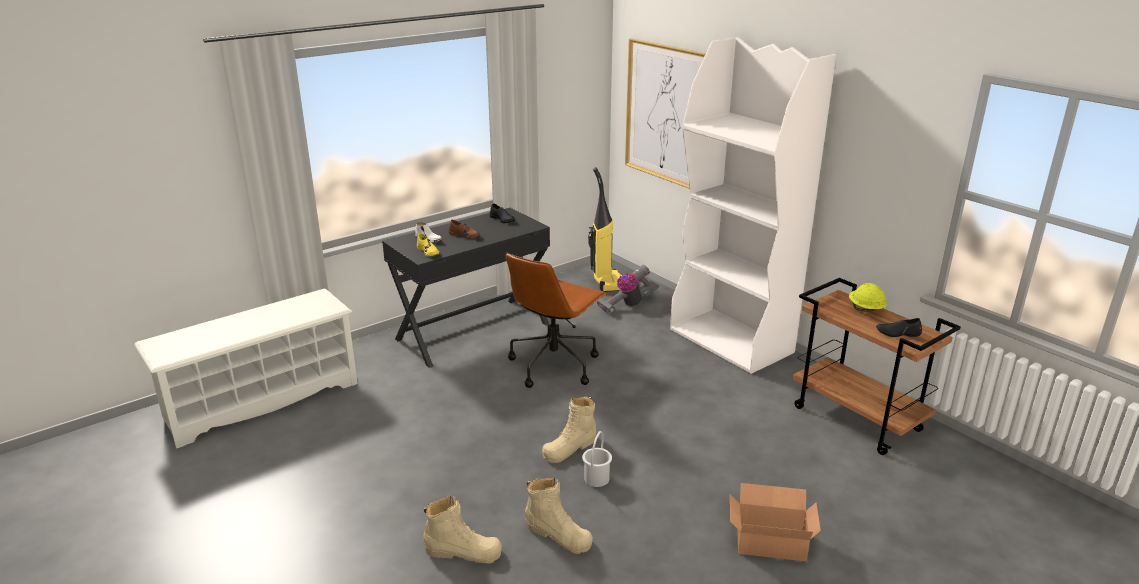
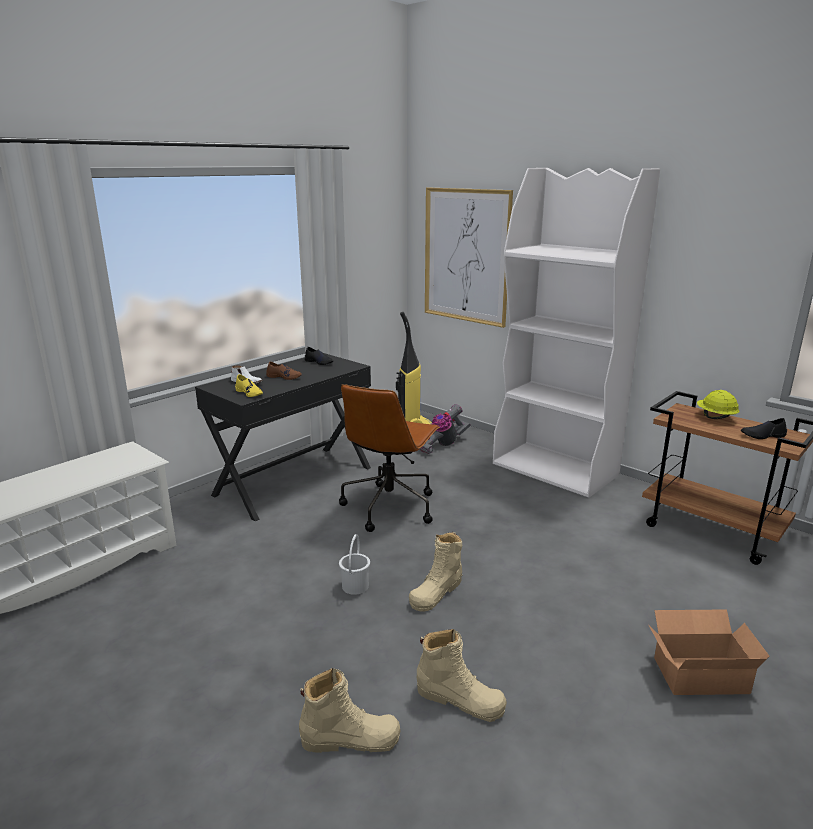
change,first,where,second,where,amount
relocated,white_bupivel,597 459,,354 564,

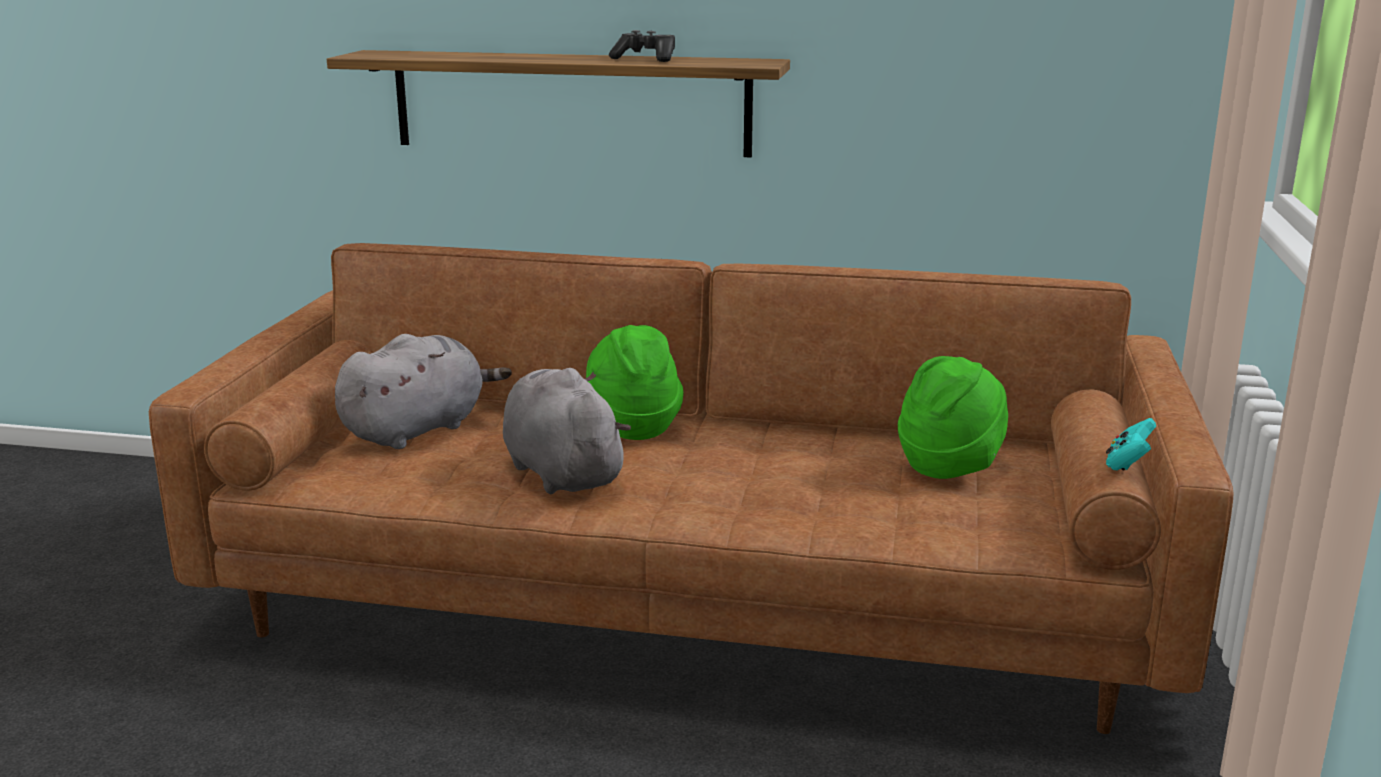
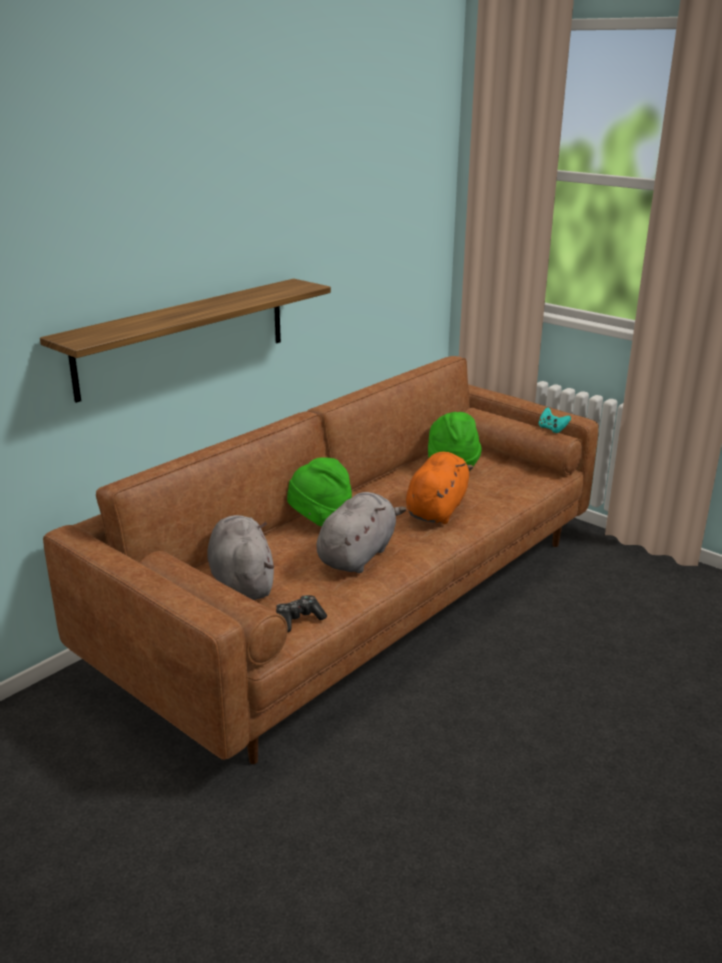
change,first,where,second,where,amount
spun,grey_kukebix,567 431,,361 532,120 degrees clockwise
relocated,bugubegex,642 46,,301 614,
appeared,,,orange_kukebix,439 488,

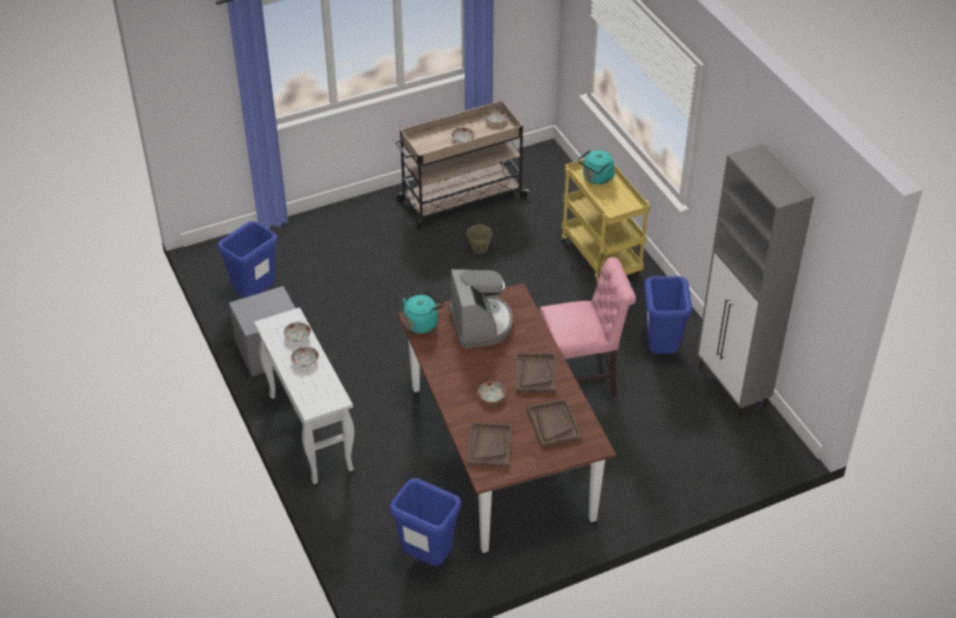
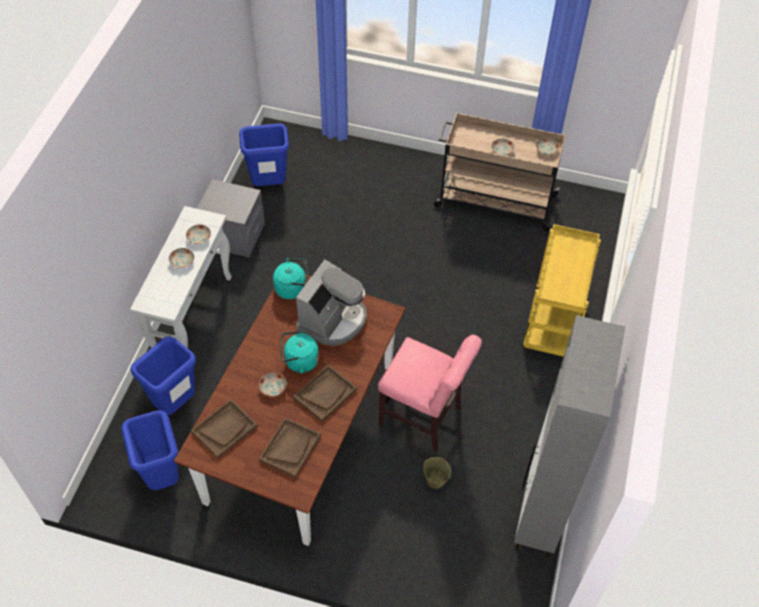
change,first,where,second,where,amount
relocated,beige_bupivel,479 236,,437 473,
relocated,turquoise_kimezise,597 167,,300 352,
relocated,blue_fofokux,668 315,,163 376,

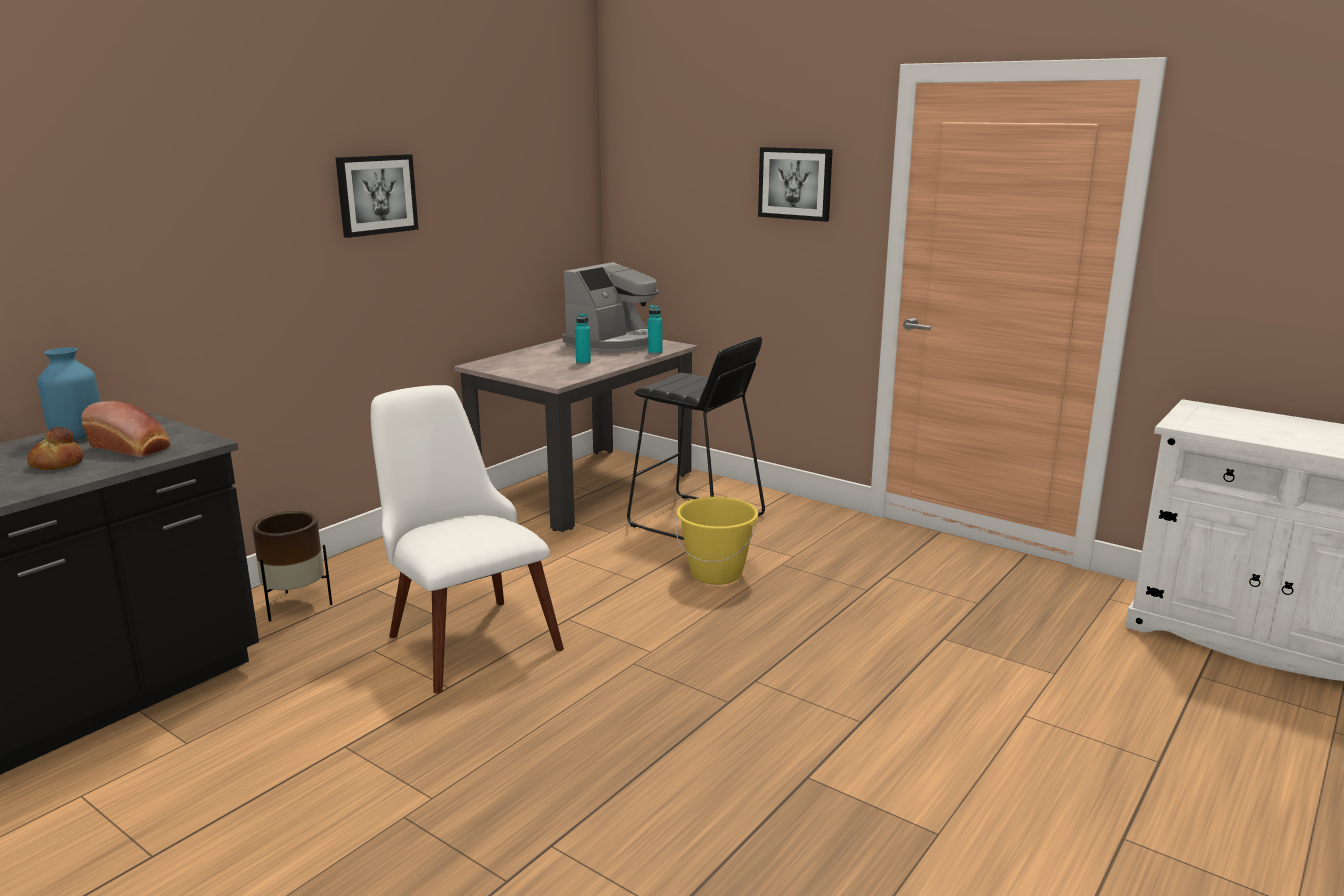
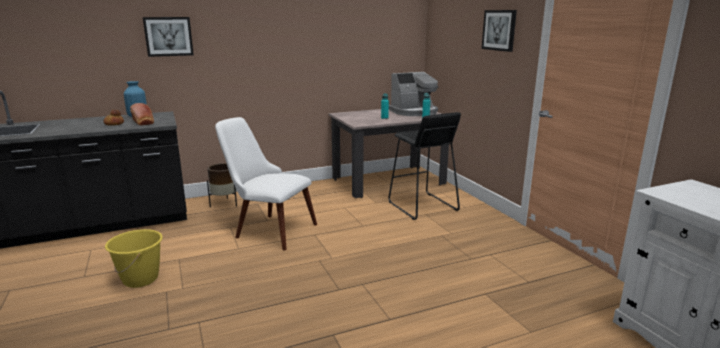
change,first,where,second,where,amount
relocated,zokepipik,377 196,,168 37,
spun,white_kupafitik,467 539,,266 183,60 degrees counterclockwise
relocated,yellow_bupivel,716 541,,134 258,

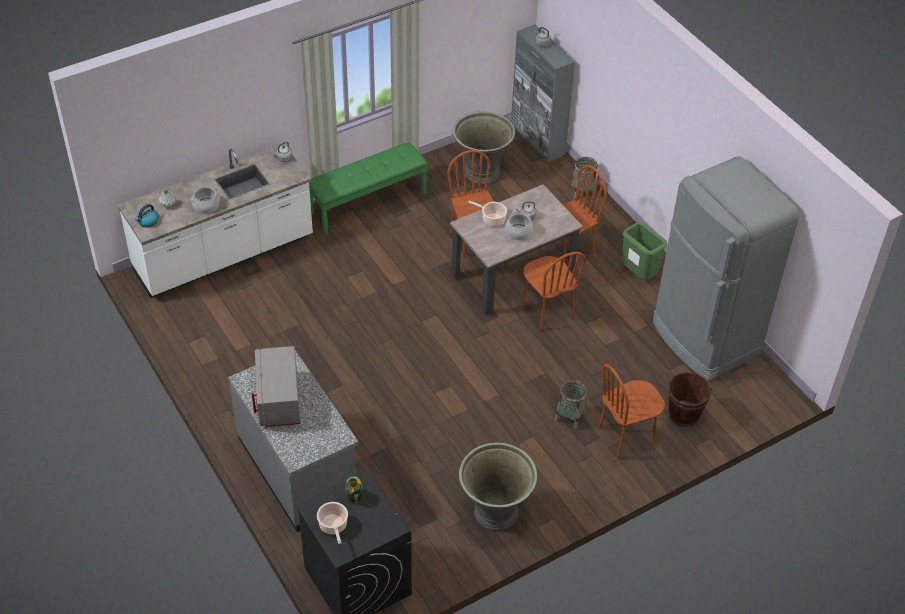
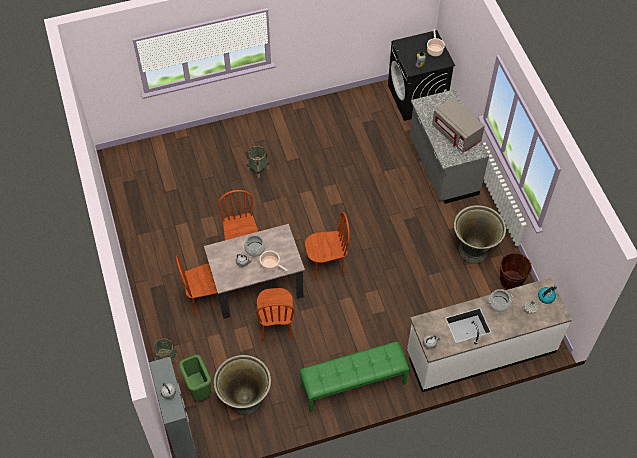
change,first,where,second,where,amount
spun,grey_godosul,276 386,,458 125,135 degrees clockwise
relocated,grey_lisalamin,498 486,,480 234,
relocated,brown_kupafitik,631 411,,327 246,
relocated,green_fofokux,644 251,,195 378,
missing,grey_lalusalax,726 268,,,
relocated,brown_bupivel,690 399,,516 271,

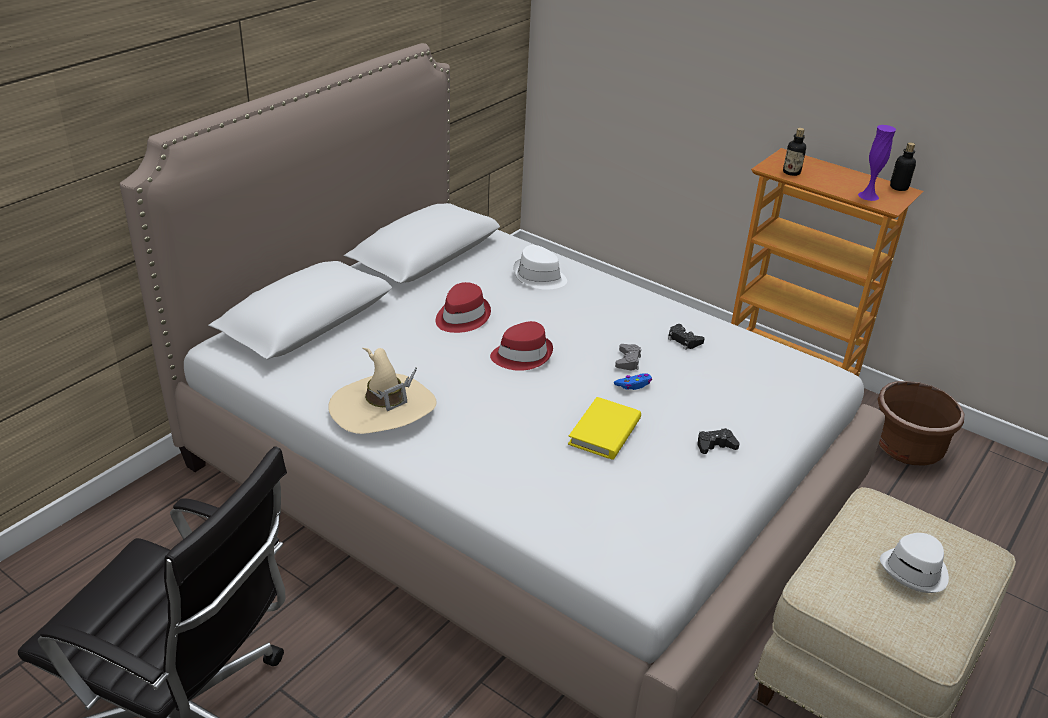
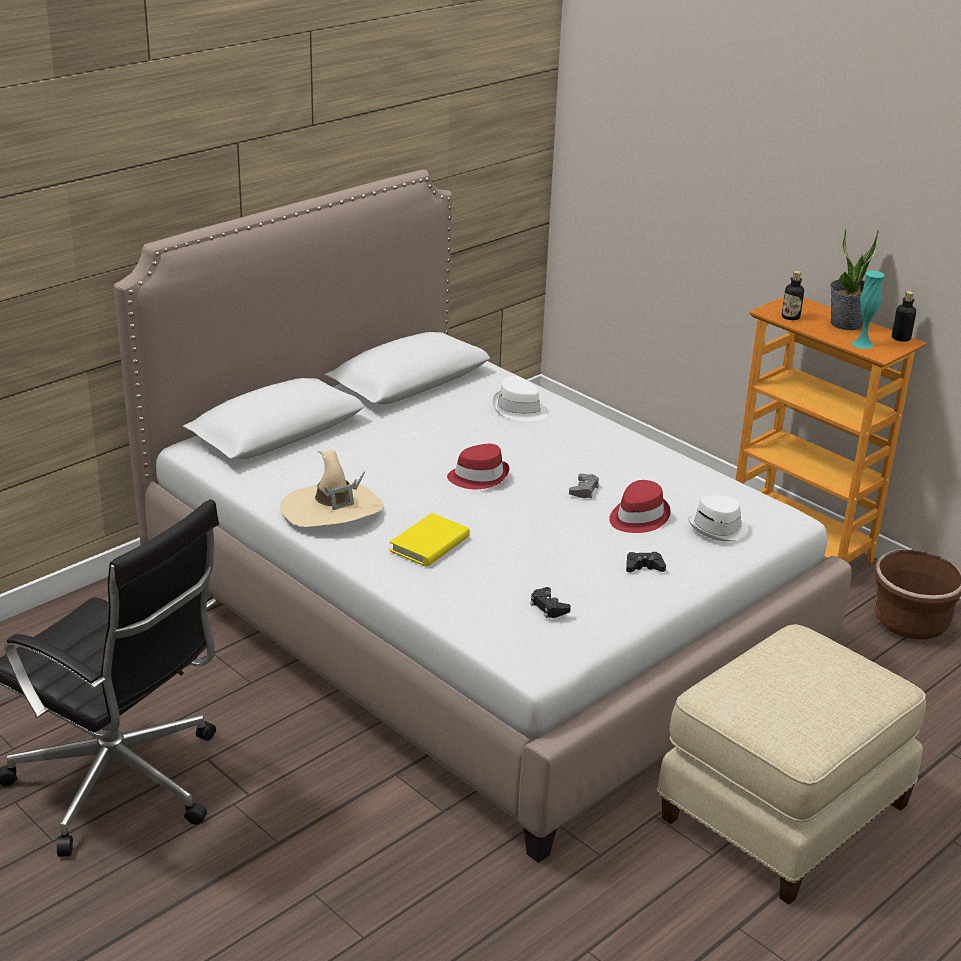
change,first,where,second,where,amount
relocated,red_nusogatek,463 307,,640 506,
relocated,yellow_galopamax,604 428,,430 540,
missing,blue_bugubegex,633 381,,,
relocated,black_bugubegex,686 337,,550 602,
colour,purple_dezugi,877 163,turquoise_dezugi,868 310,
relocated,white_nusogatek,914 563,,718 518,
appeared,,,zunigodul,854 279,

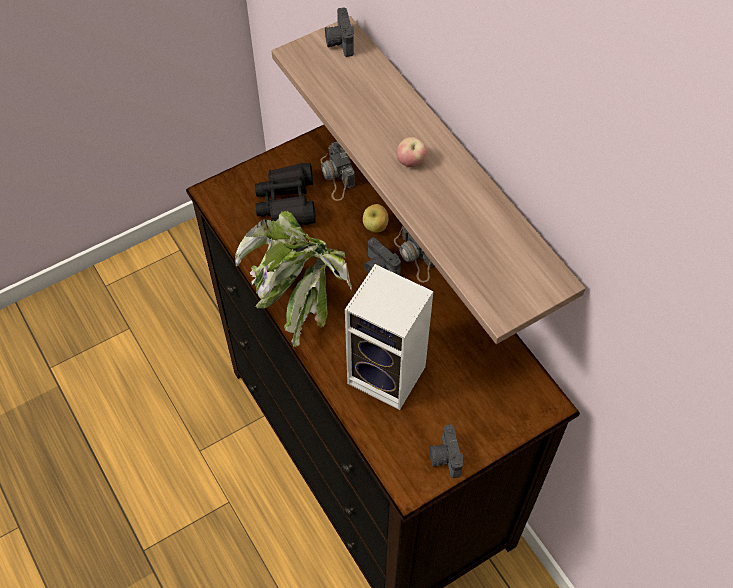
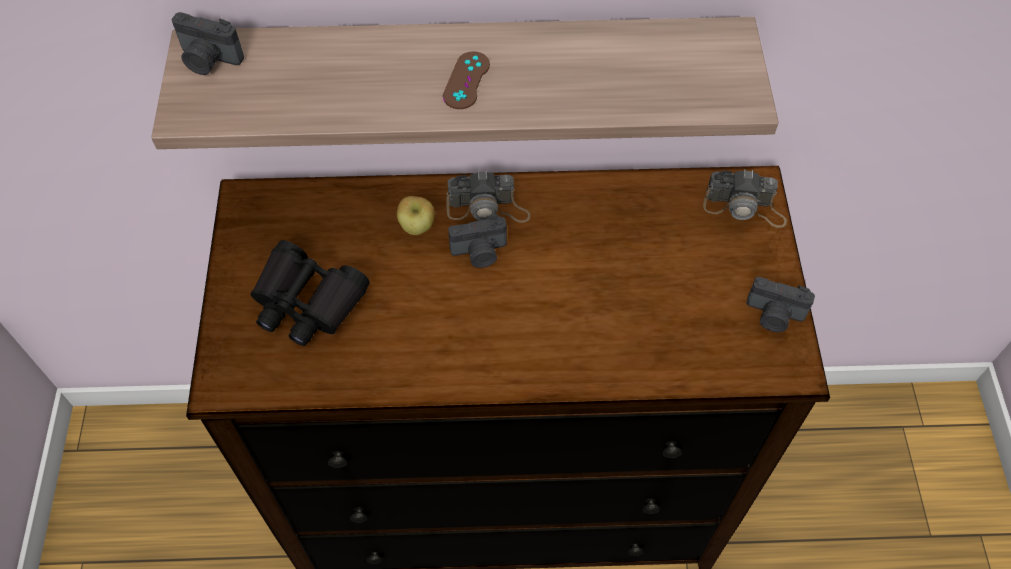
change,first,where,second,where,amount
missing,zunigodul,293 279,,,
relocated,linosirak,338 171,,745 198,
missing,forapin,389 337,,,
exchanged,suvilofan,411 152,brown_bugubegex,466 80,

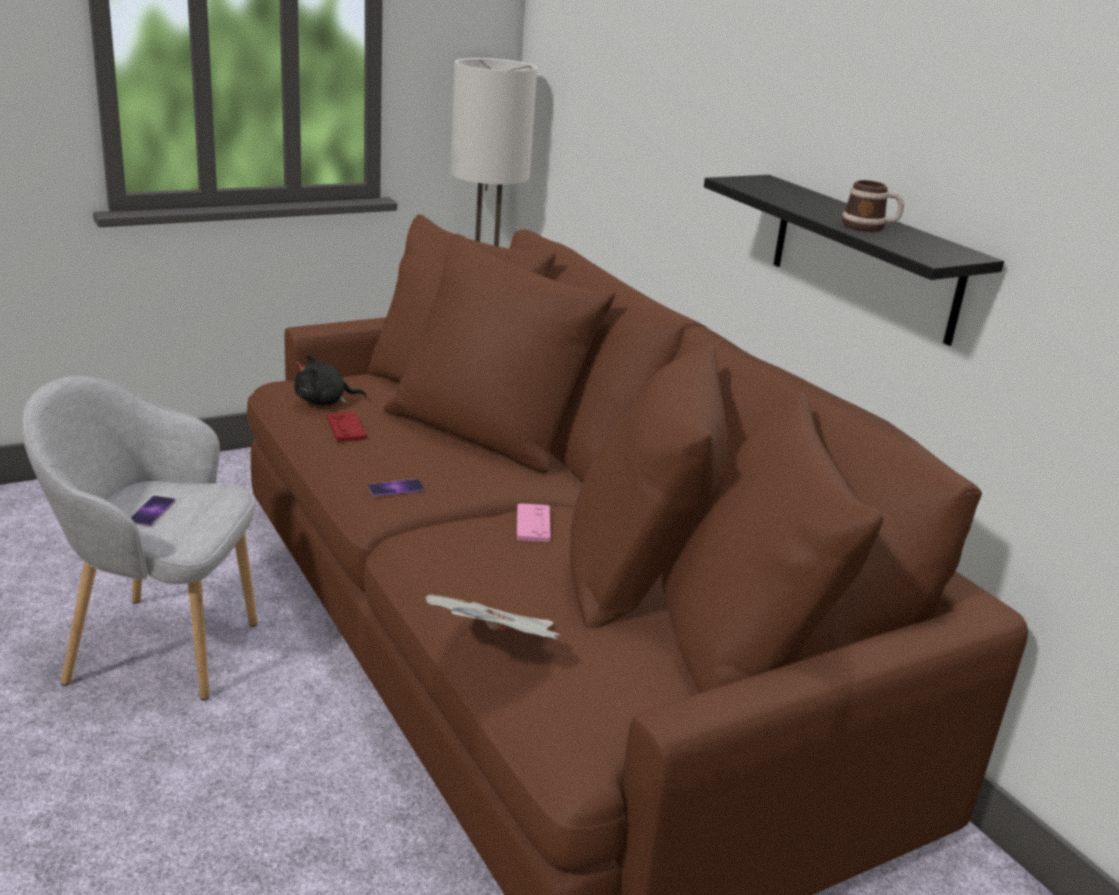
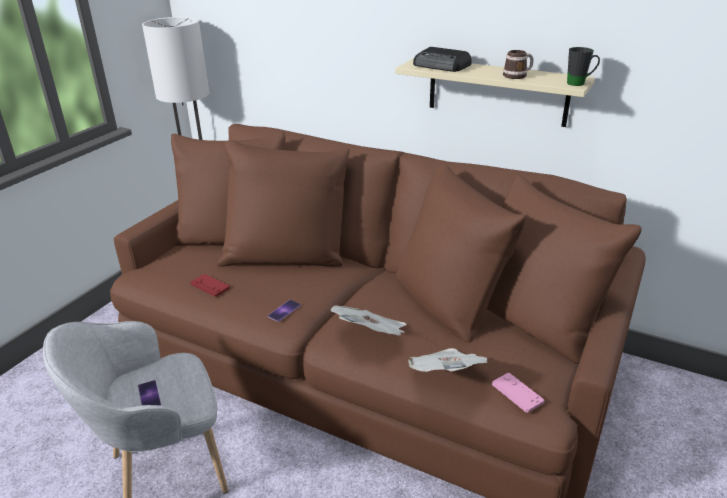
change,first,where,second,where,amount
missing,black_kukebix,330 380,,,
relocated,pink_bugubegex,534 522,,518 393,
colour,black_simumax,854 260,beige_simumax,495 92,
appeared,,,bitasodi,368 321,
appeared,,,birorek,442 59,
appeared,,,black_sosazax,583 66,

